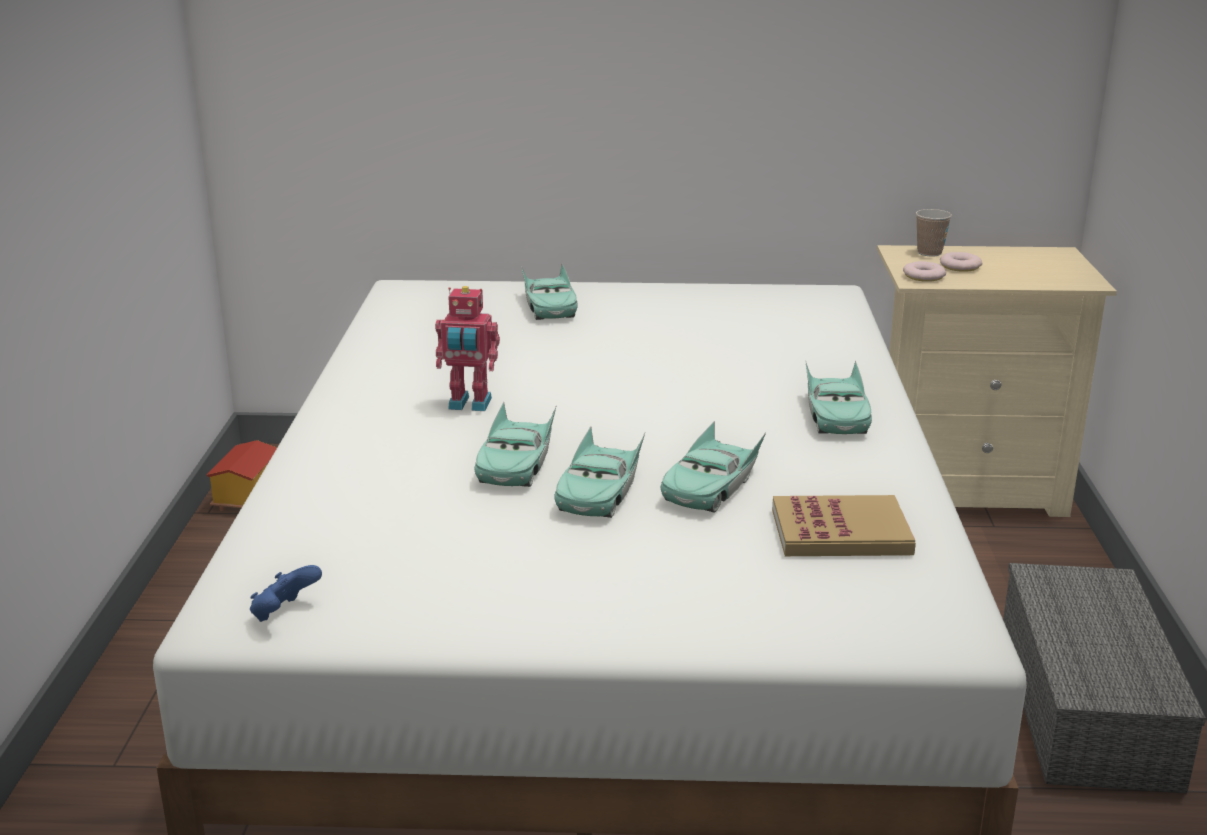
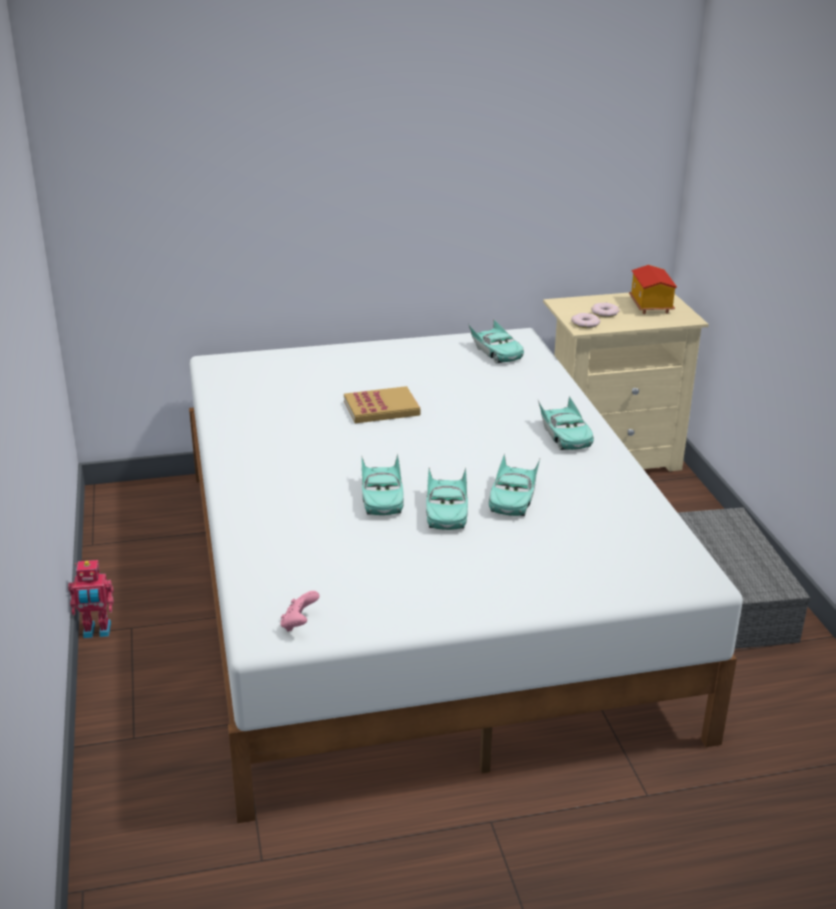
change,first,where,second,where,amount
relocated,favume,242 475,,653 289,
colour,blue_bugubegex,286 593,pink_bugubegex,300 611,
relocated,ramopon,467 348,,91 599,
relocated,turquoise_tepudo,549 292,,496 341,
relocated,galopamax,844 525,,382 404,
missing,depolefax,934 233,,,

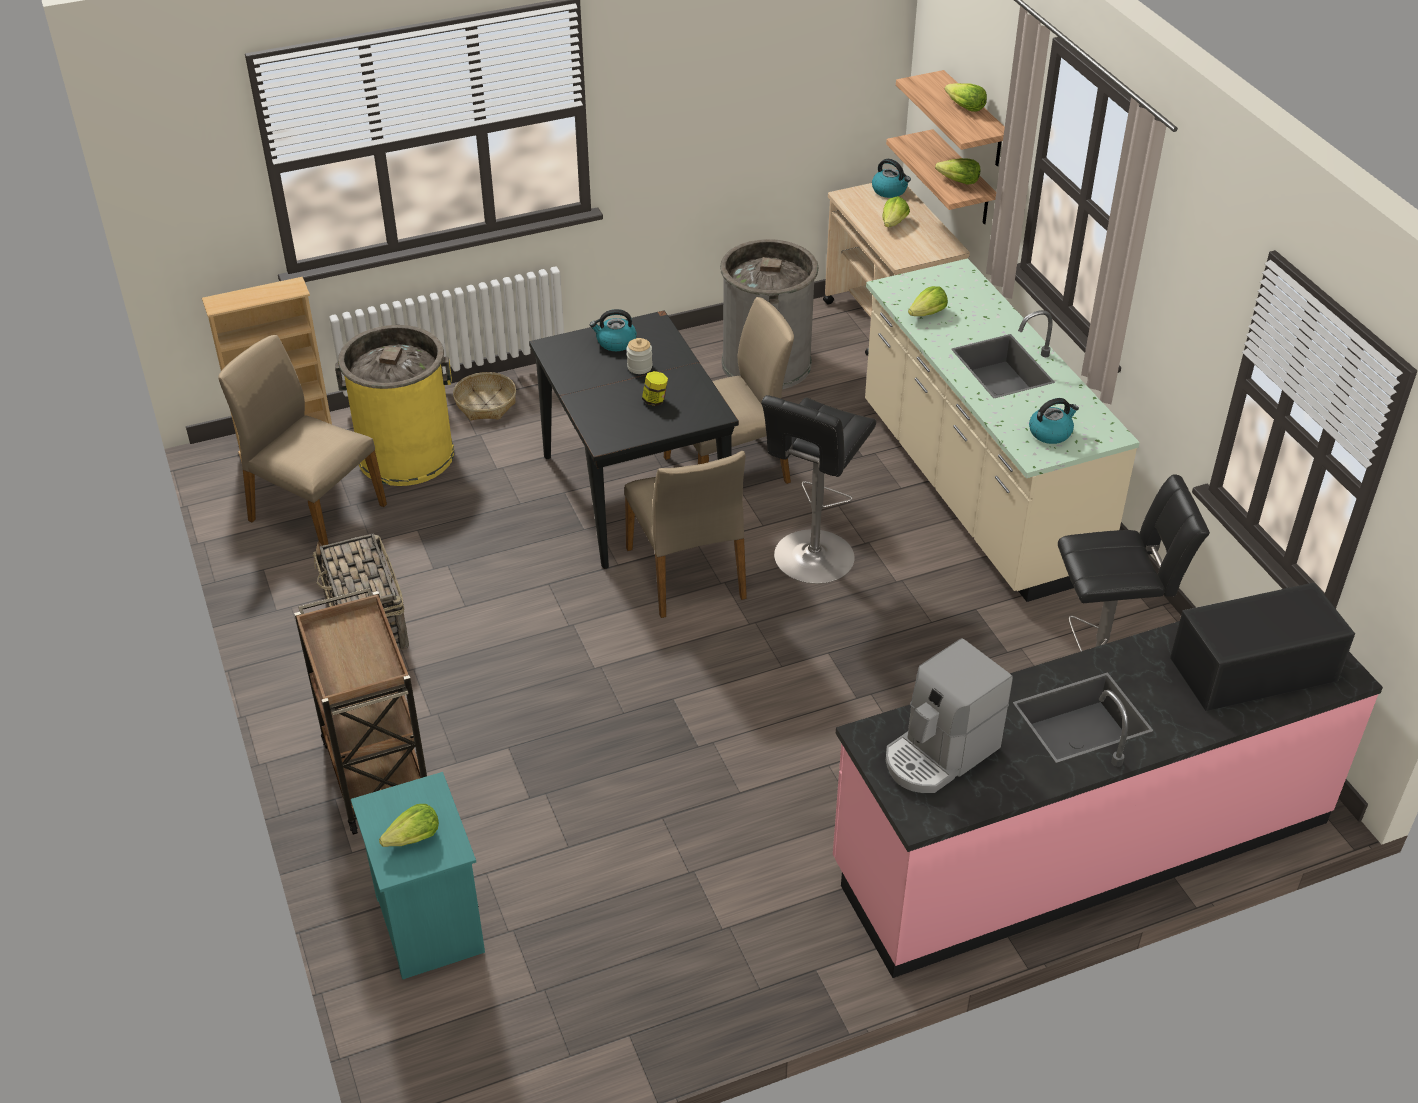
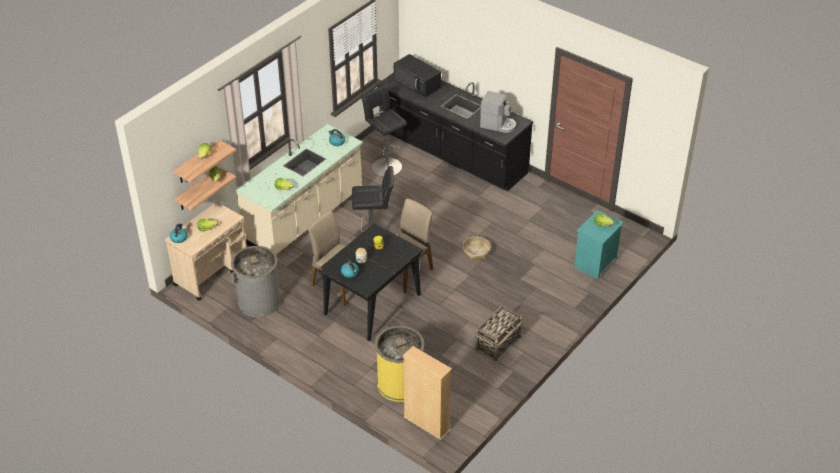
change,first,where,second,where,amount
missing,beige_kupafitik,302 440,,,
missing,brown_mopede,360 711,,,
relocated,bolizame,484 396,,477 248,
colour,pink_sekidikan,1108 782,black_sekidikan,454 132,

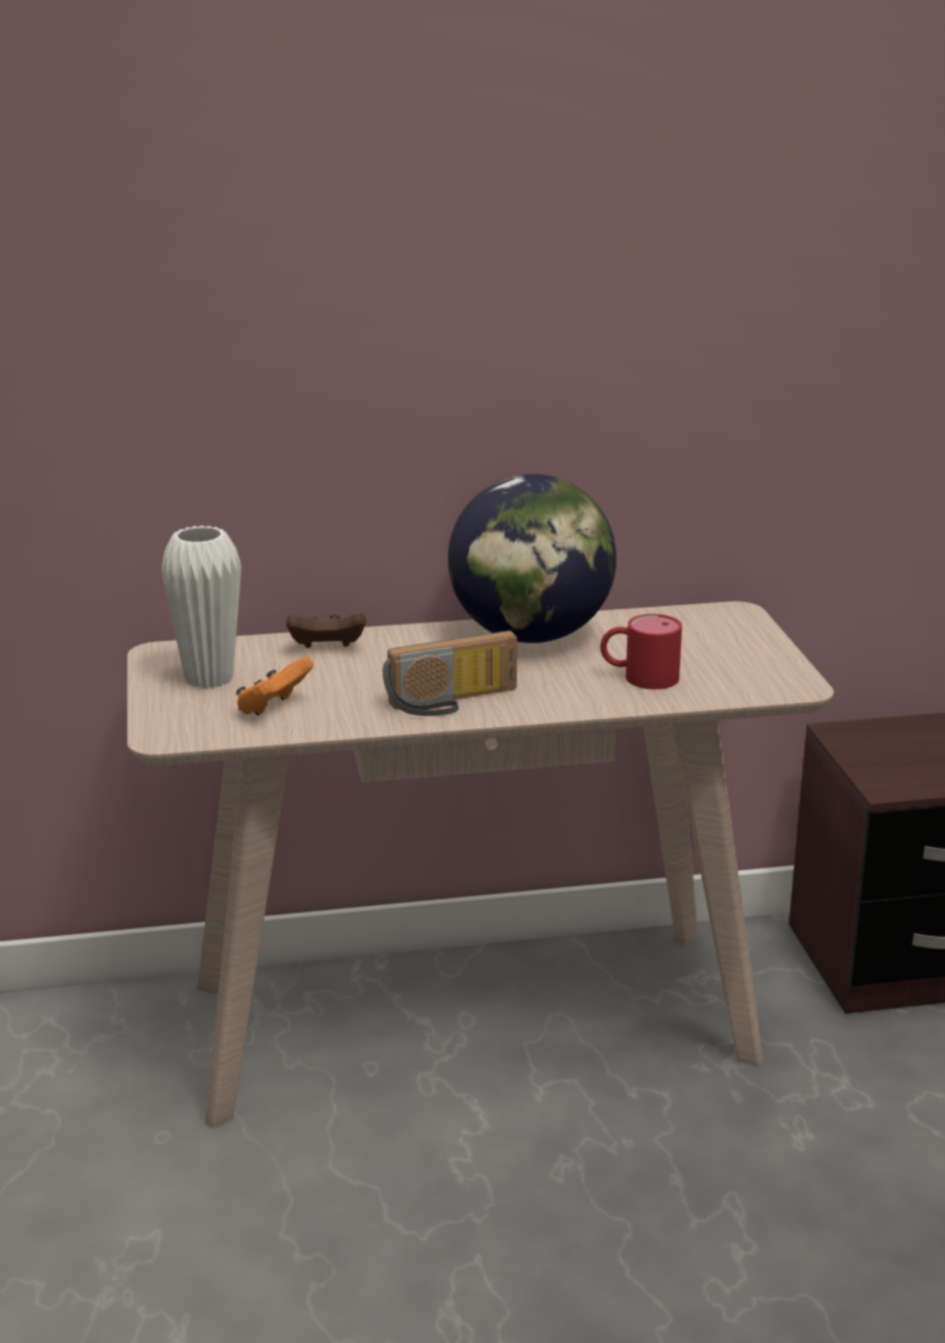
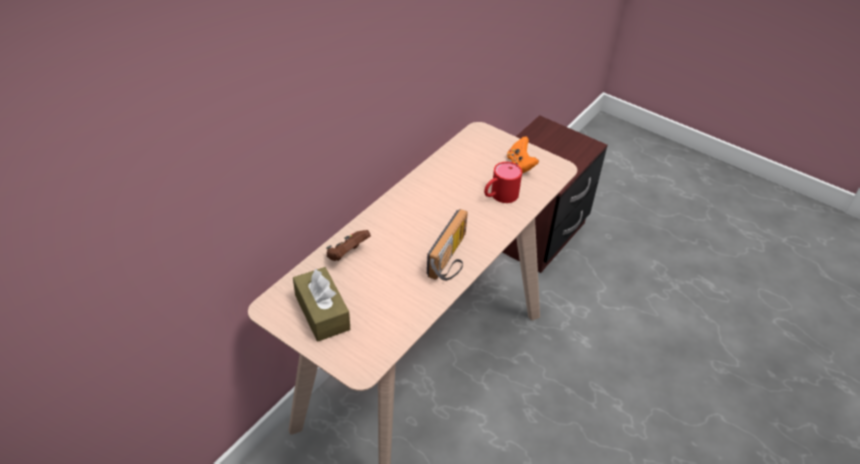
change,first,where,second,where,amount
exchanged,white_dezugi,201 607,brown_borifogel,321 304,
relocated,orange_bugubegex,275 686,,523 154,
missing,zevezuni,532 558,,,

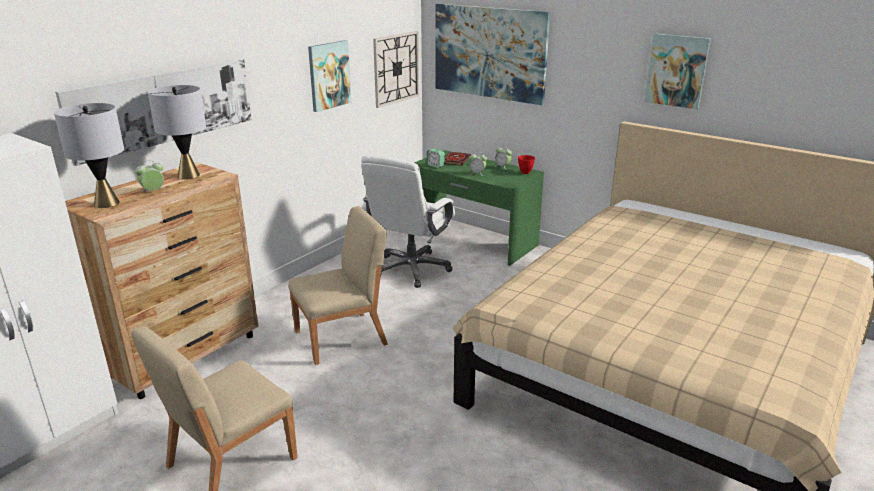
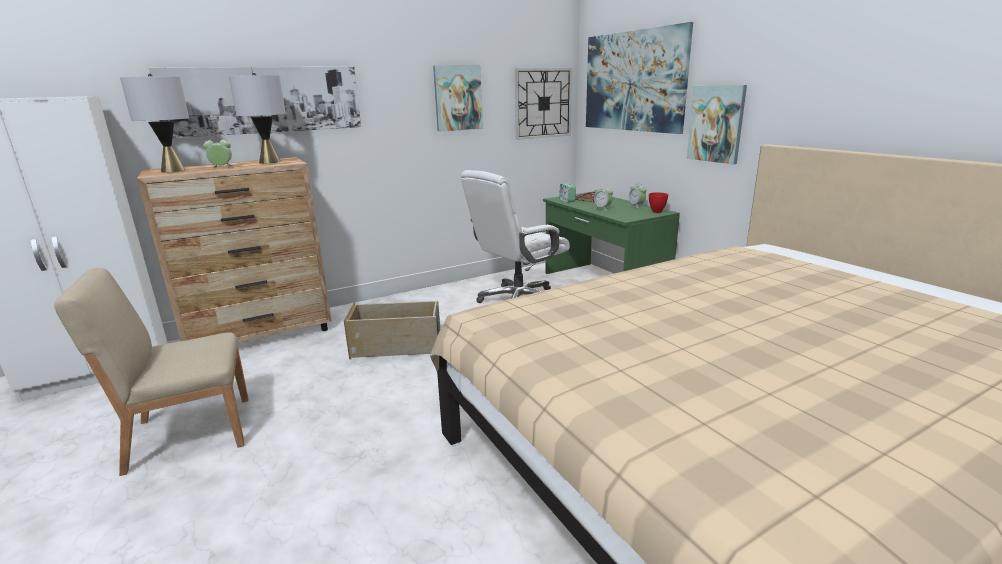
change,first,where,second,where,amount
exchanged,beige_kupafitik,338 285,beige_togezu,392 330,
relocated,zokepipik,677 71,,717 124,

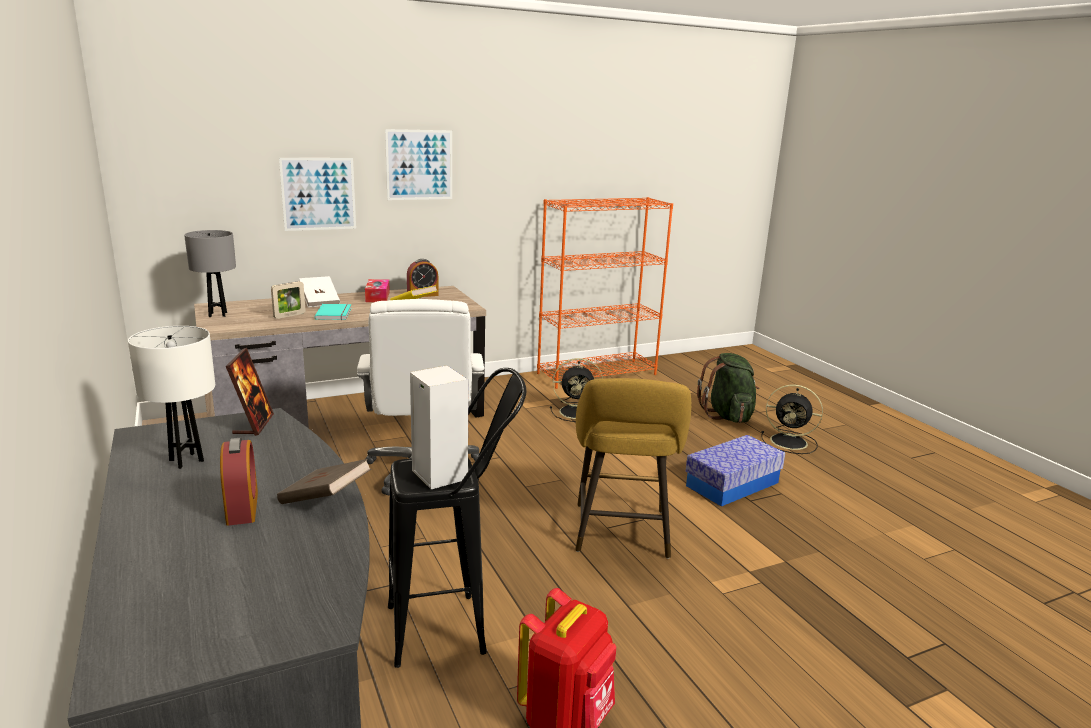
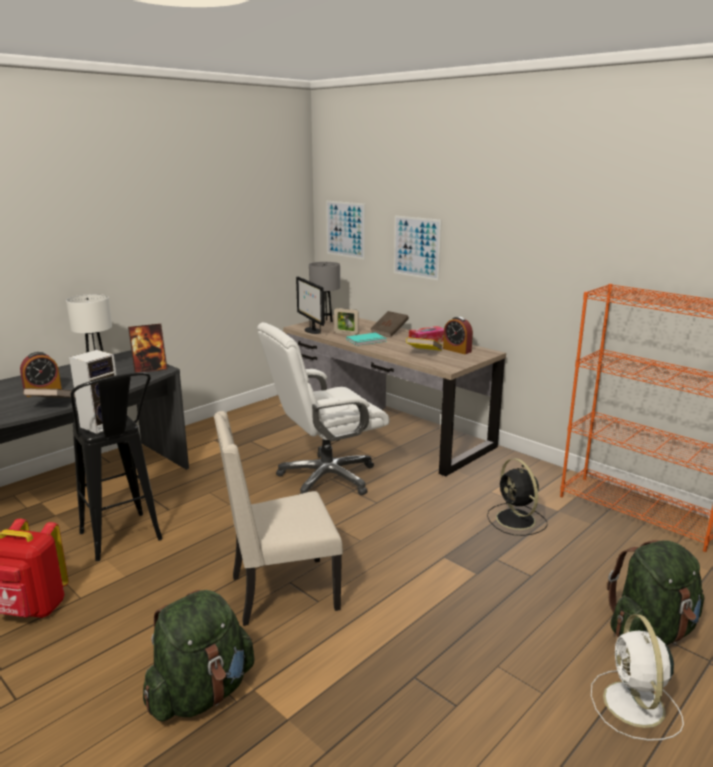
change,first,where,second,where,amount
colour,white_galopamax,319 291,brown_galopamax,389 324,
relocated,zokepipik,418 164,,345 230,
exchanged,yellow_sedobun,633 468,beige_kupafitik,278 518,
missing,togezu,735 471,,,
colour,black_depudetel,792 419,white_depudetel,637 677,
appeared,,,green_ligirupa,198 655,
appeared,,,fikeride,310 305,

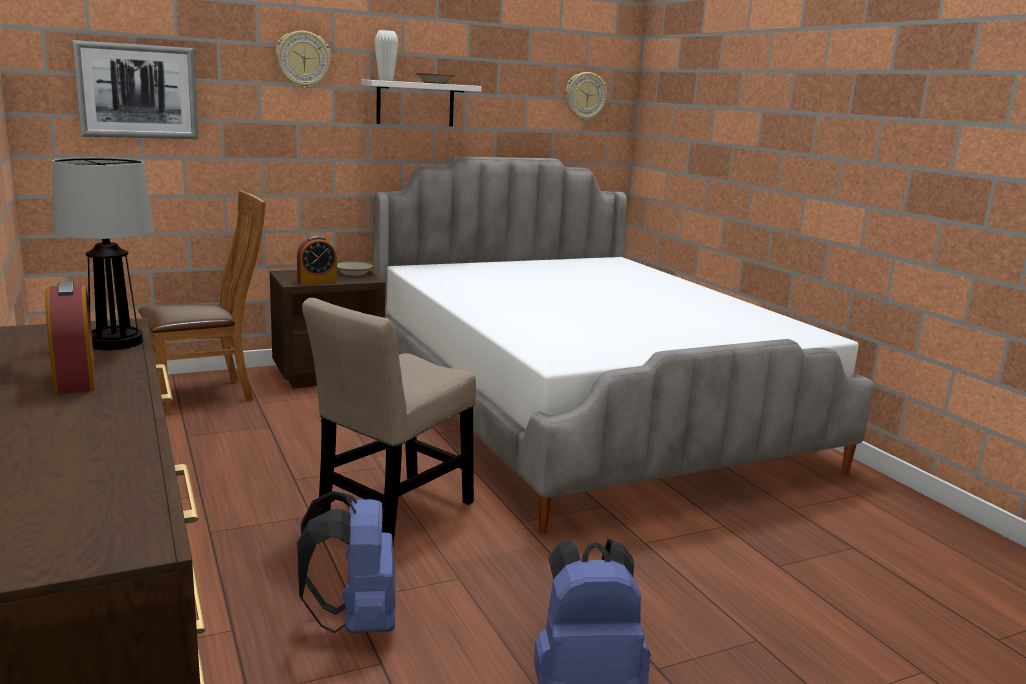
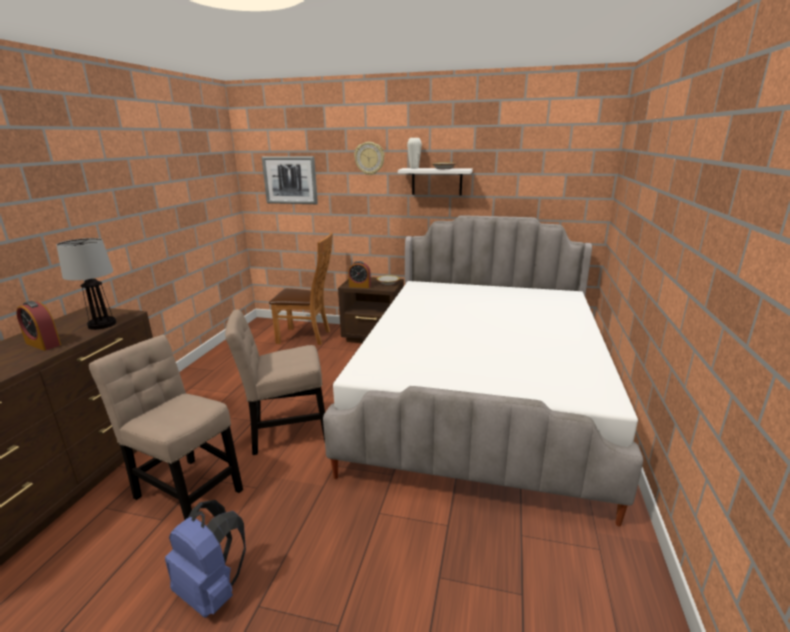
change,first,where,second,where,amount
spun,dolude,70 337,,38 326,105 degrees clockwise
exchanged,blue_ligirupa,346 562,beige_kupafitik,166 427,
missing,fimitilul,586 96,,,

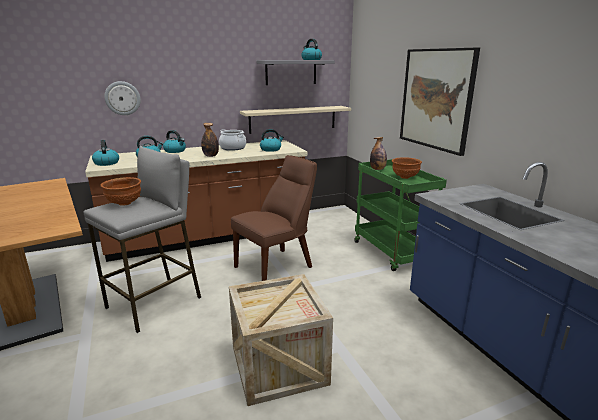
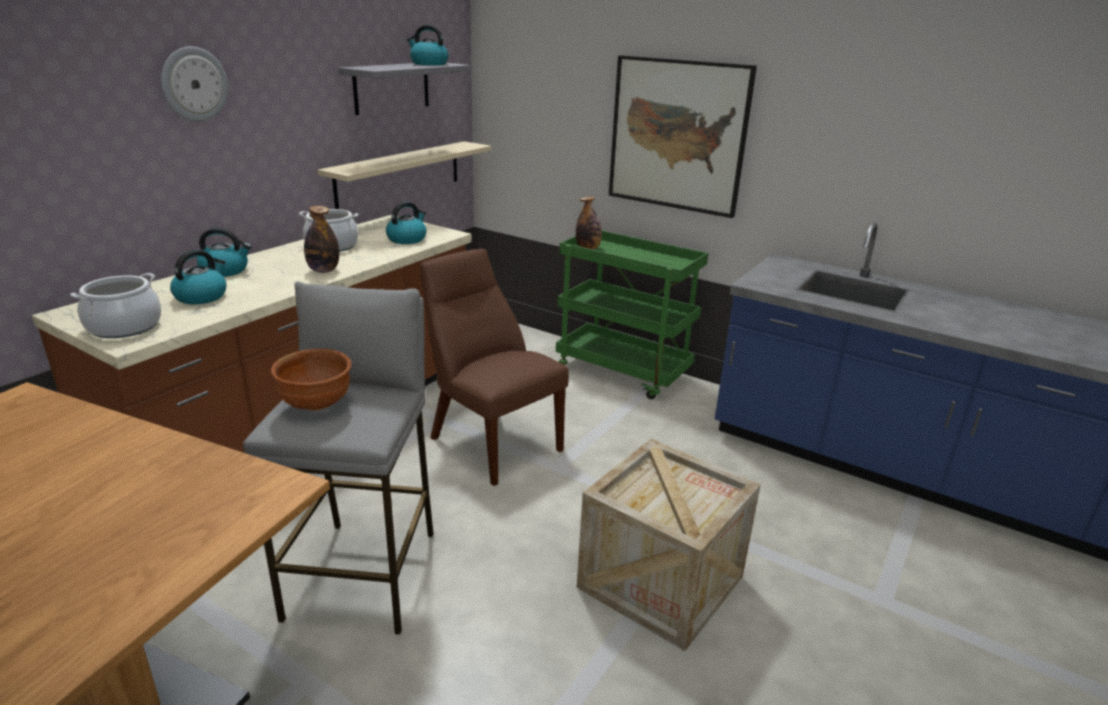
change,first,where,second,where,amount
exchanged,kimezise,105 153,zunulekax,115 305,
relocated,fimitilul,122 98,,194 83,
spun,brown_kupafitik,274 218,,494 367,60 degrees counterclockwise
missing,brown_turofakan,407 168,,,

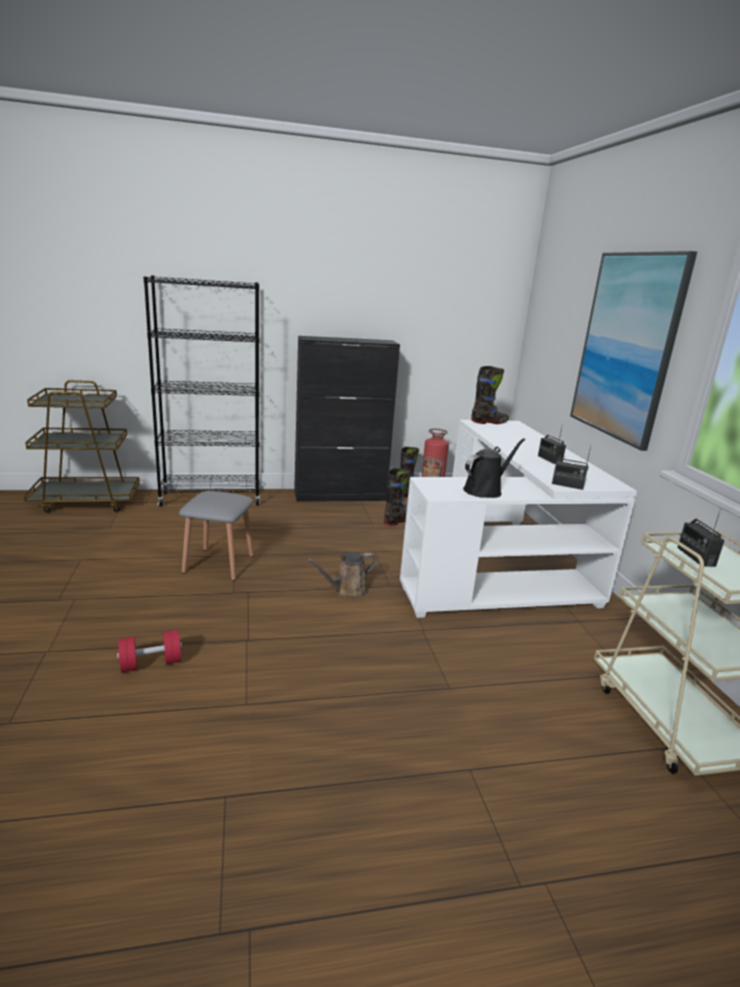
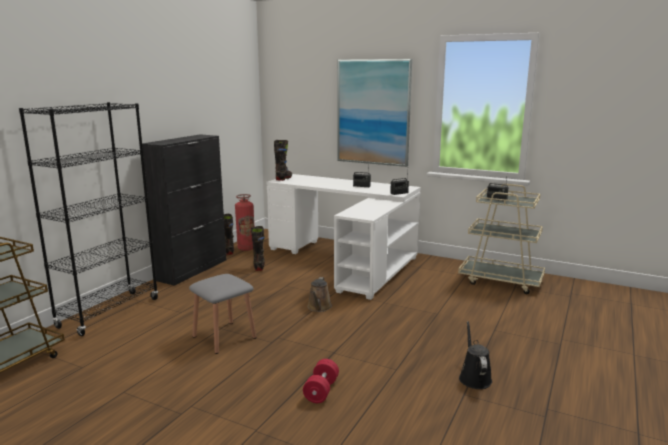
change,first,where,second,where,amount
relocated,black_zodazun,494 468,,475 355,

